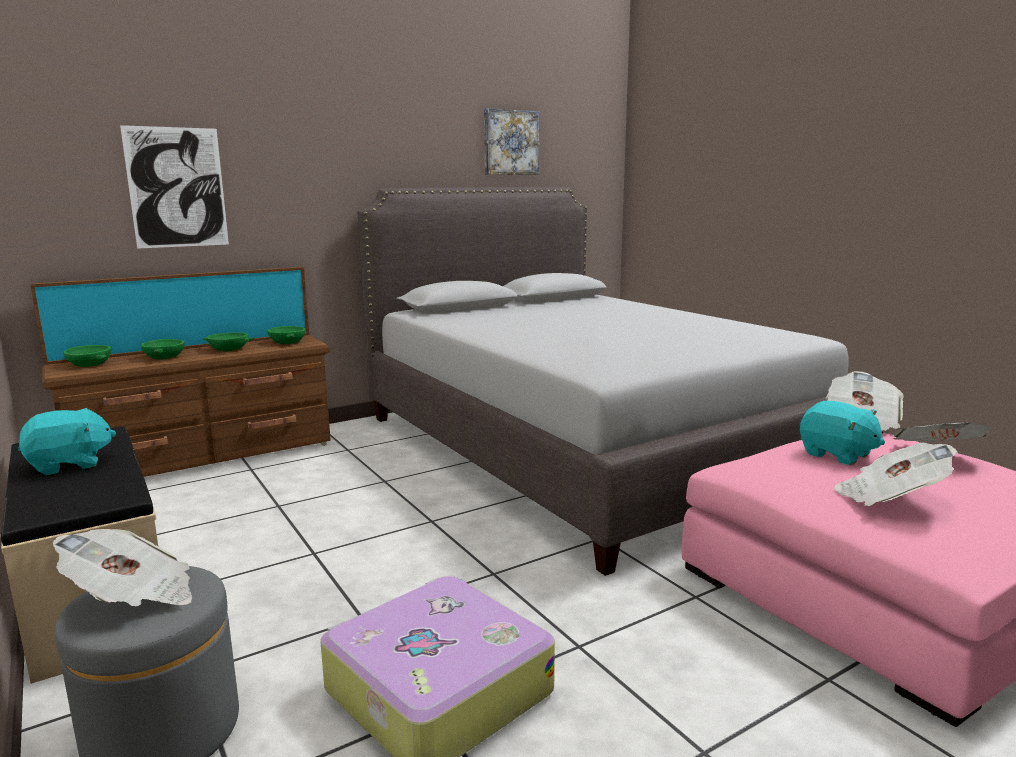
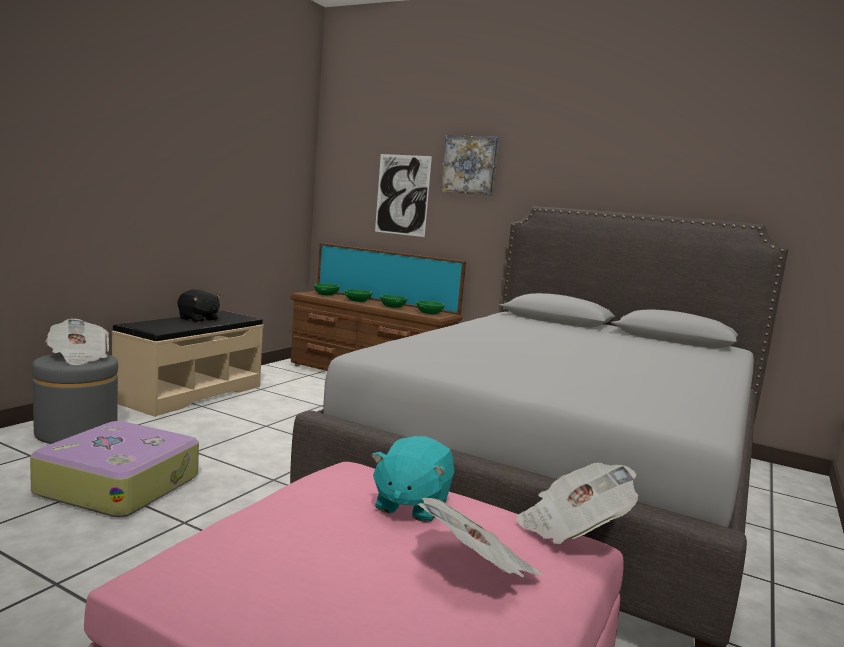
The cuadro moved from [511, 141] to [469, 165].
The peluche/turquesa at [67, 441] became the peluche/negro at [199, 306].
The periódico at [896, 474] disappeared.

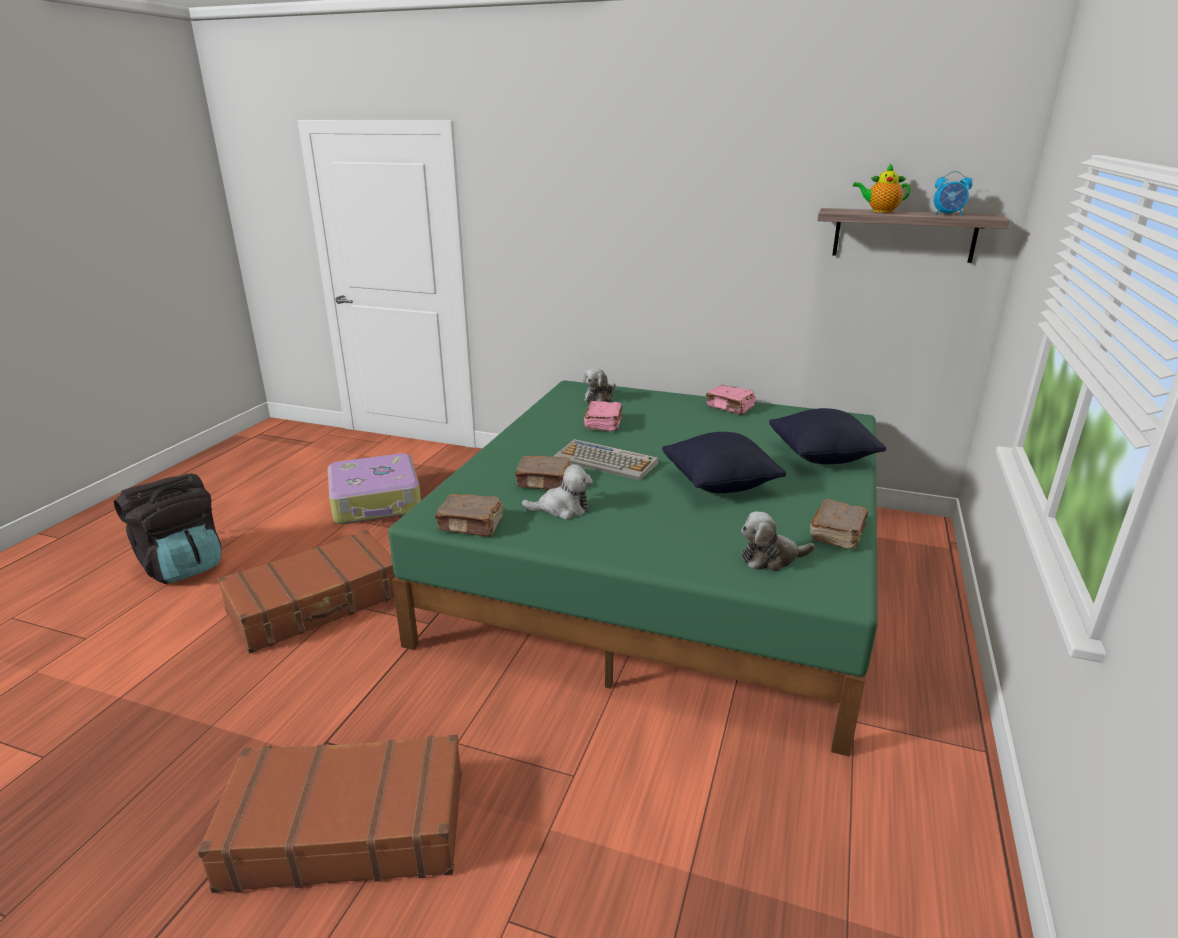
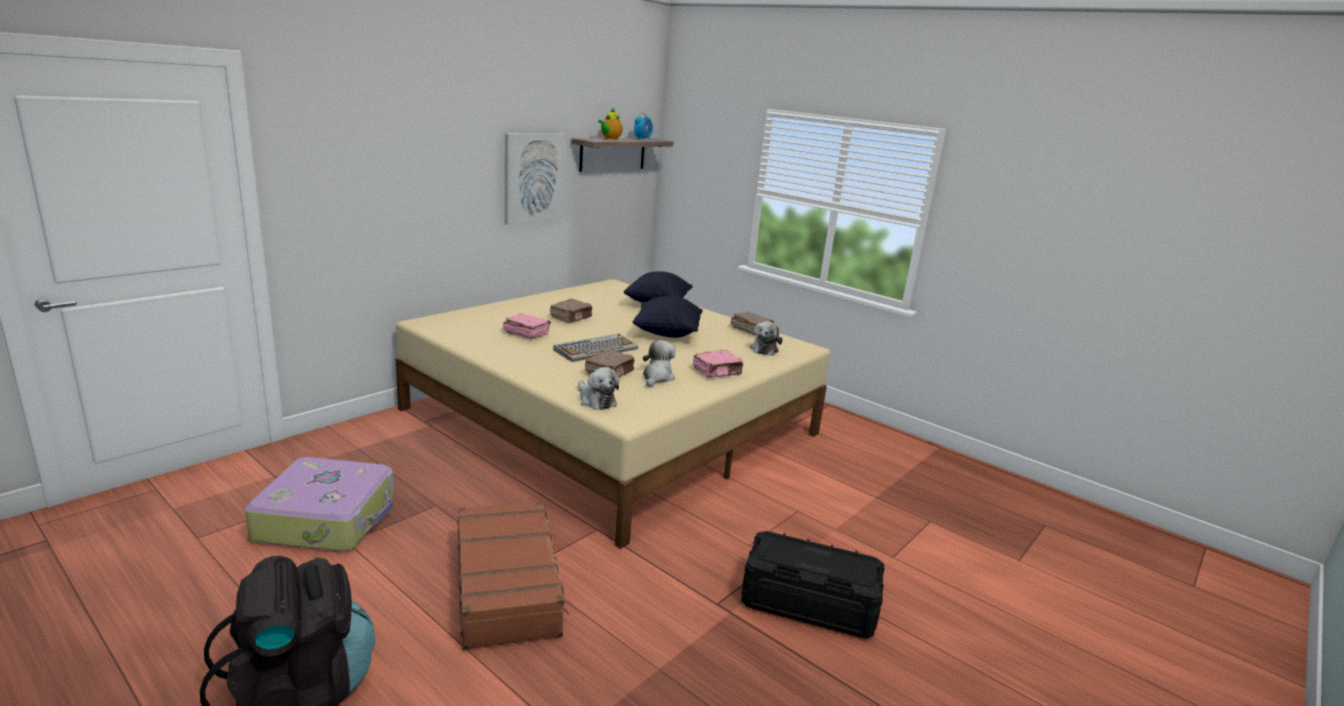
The peluche moved from [599, 385] to [598, 388].
The cama/verde at [633, 569] became the cama/beis at [613, 414].
The libro/rosa moved from [731, 400] to [718, 364].
The libro/marrón moved from [469, 515] to [571, 311].
The maleta/marrón at [329, 814] was replaced by the caja de almacenaje/negro at [812, 585].
The cuadro at [535, 179] appeared.

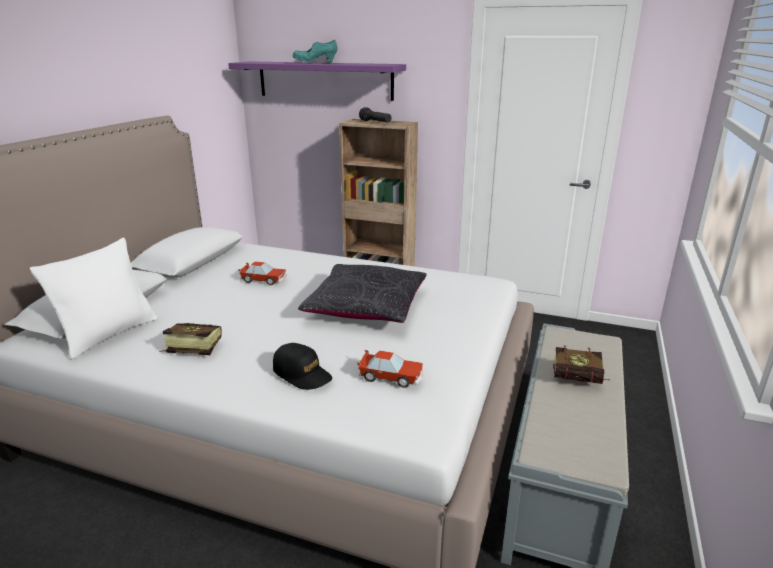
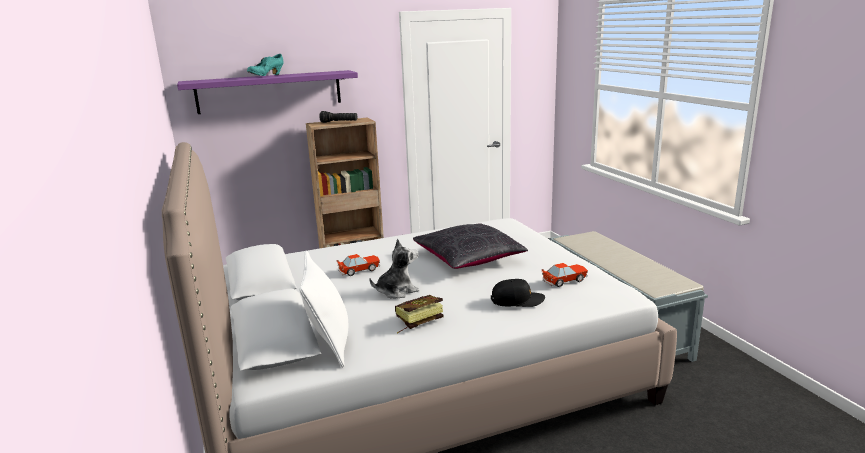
The libro at [582, 364] disappeared.
The peluche at [394, 269] appeared.

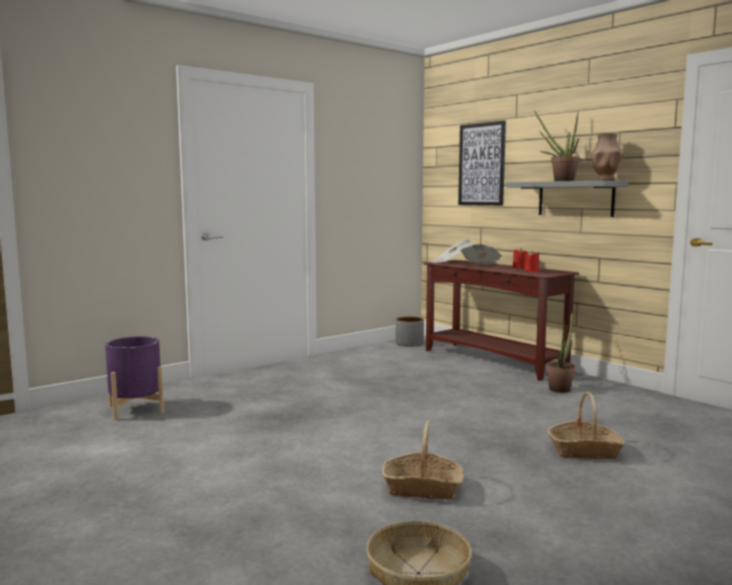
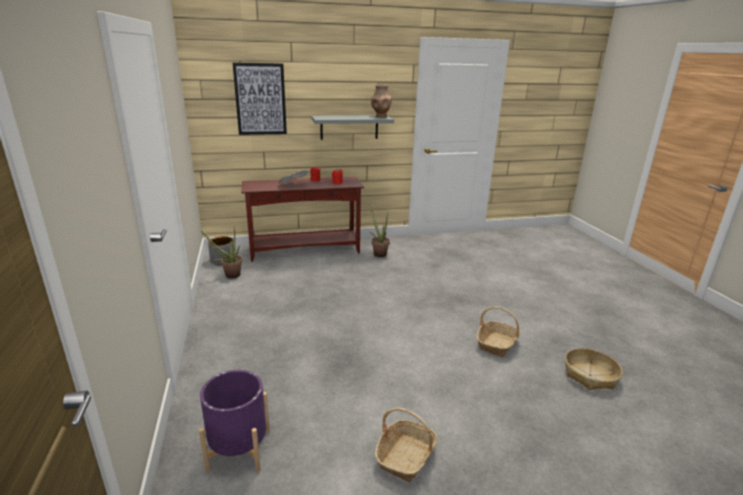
The planta en maceta moved from [557, 146] to [221, 251].
The periódico at [452, 251] disappeared.
The cesta moved from [586, 425] to [406, 444].

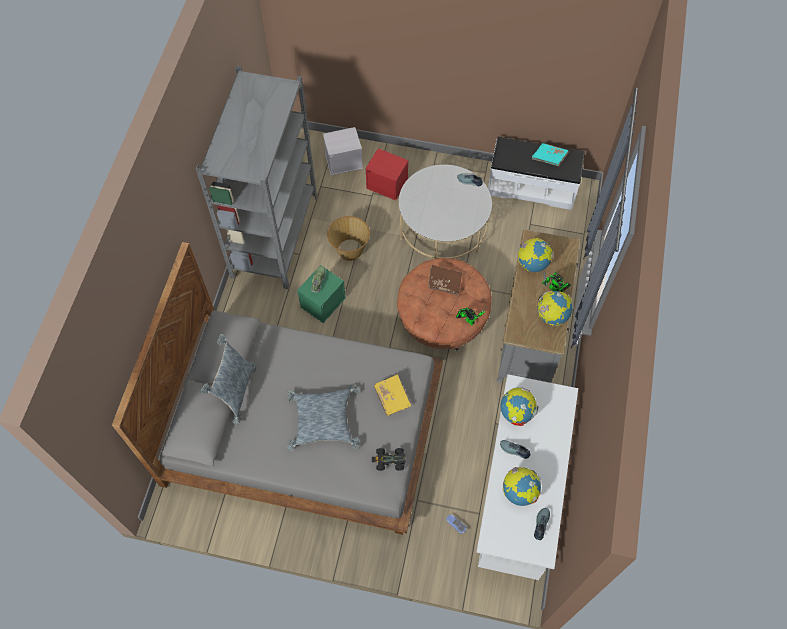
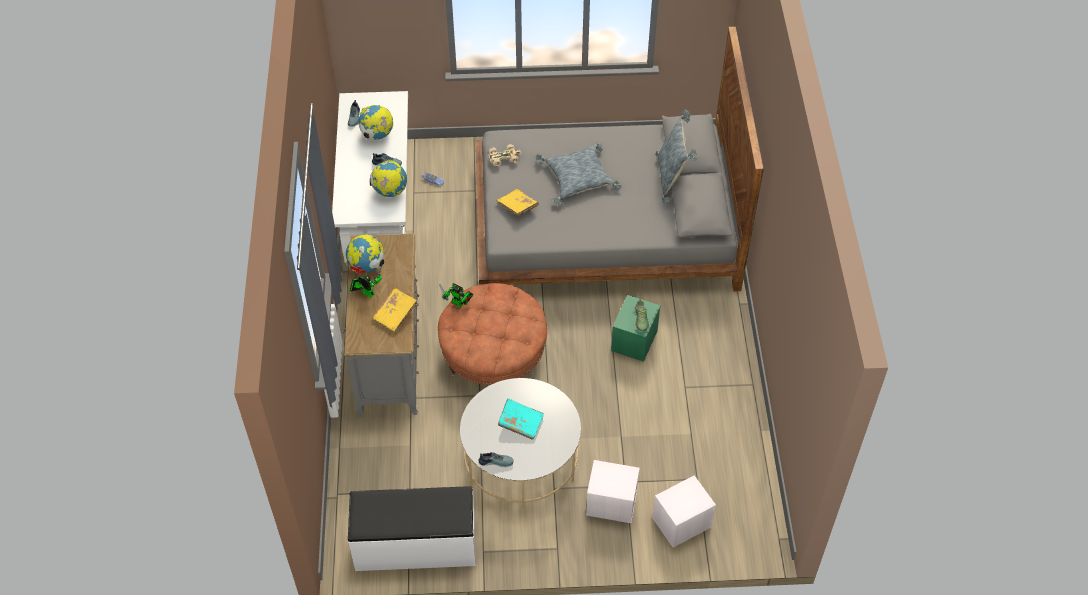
The estantería/gris at [256, 177] disappeared.
The libro/turquesa moved from [550, 155] to [521, 419].
The caja de almacenaje/rojo at [386, 174] became the caja de almacenaje/blanco at [613, 491].
The cesta at [348, 238] disappeared.
The globo terráqueo at [535, 255] was replaced by the libro/amarillo at [395, 310].
The libro/marrón at [445, 280] disappeared.
The coche de juguete/negro at [388, 459] became the coche de juguete/beis at [505, 155].

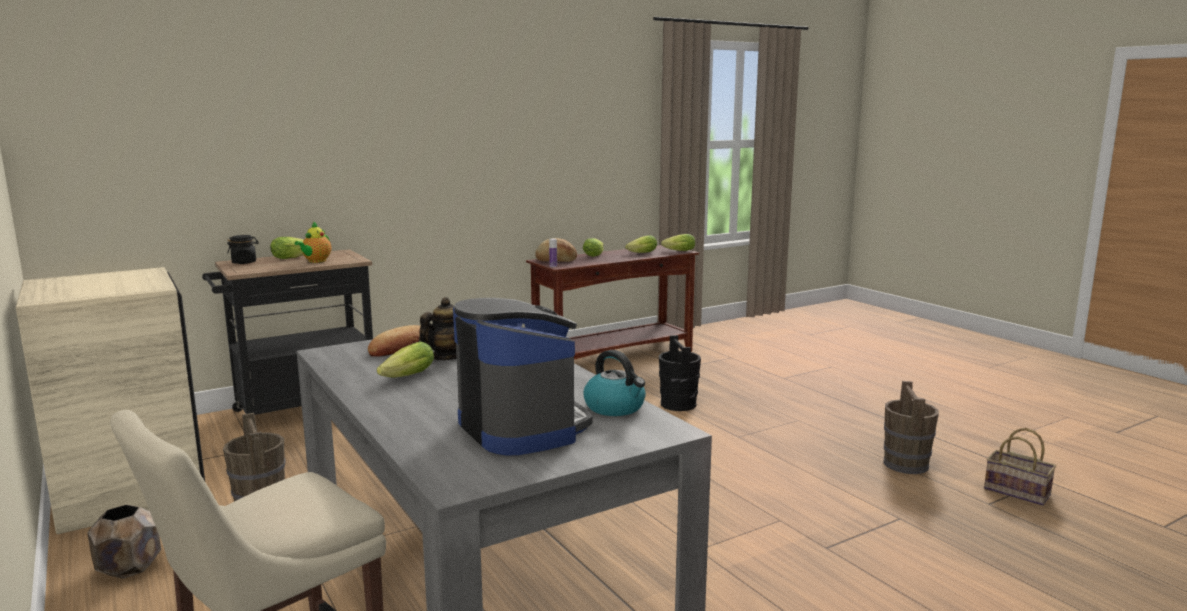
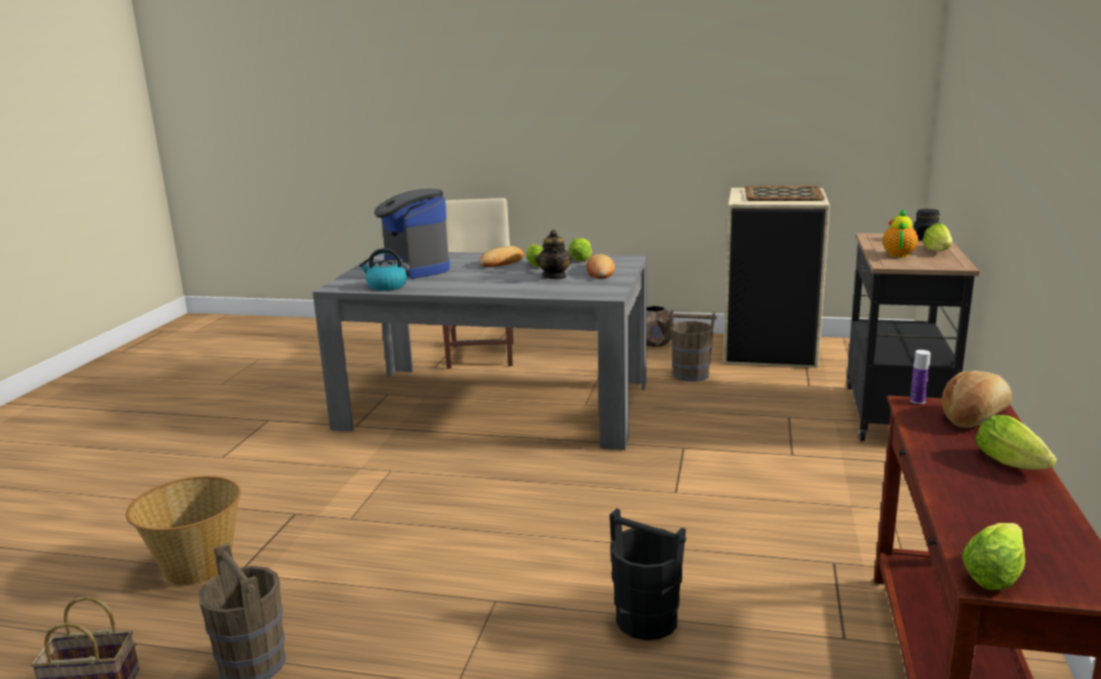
The tetera at [312, 242] turned 45 degrees clockwise.
The lechuga moved from [641, 244] to [580, 250].
The cafetera at [522, 376] turned 45 degrees clockwise.
The bandeja at [785, 193] appeared.
The pan at [501, 256] appeared.
The cesta at [183, 531] appeared.

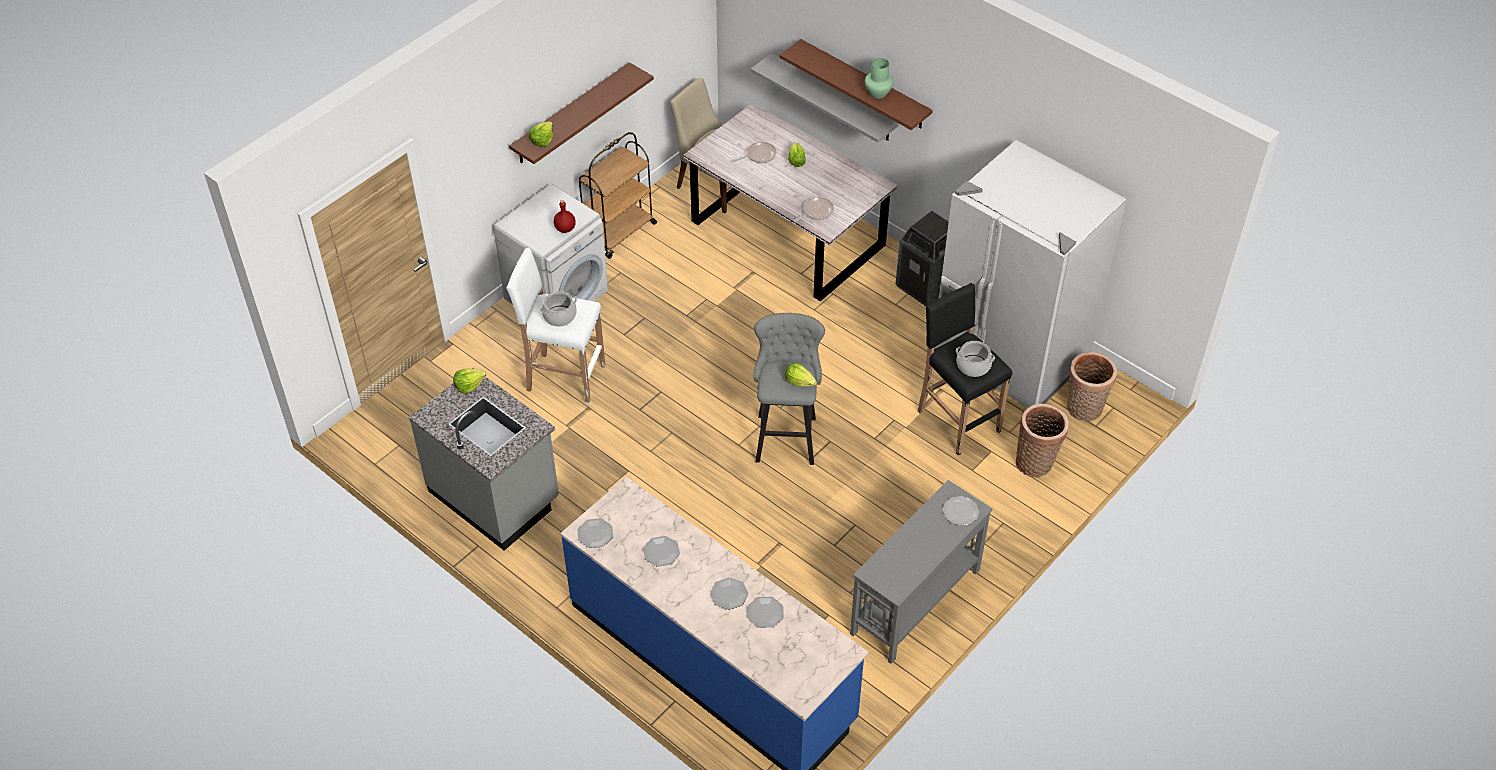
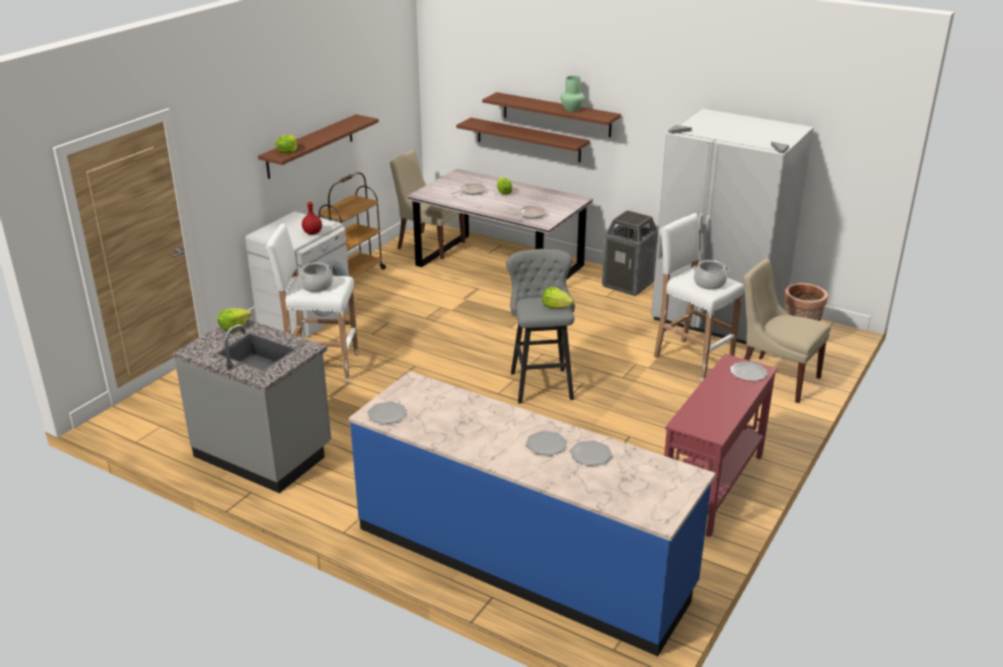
The estante/gris at [825, 98] became the estante/marrón at [523, 140].
The taburete/negro at [965, 369] became the taburete/blanco at [699, 296].
The cesta at [1042, 440] was replaced by the silla/beis at [787, 331].
The mesa consola/gris at [921, 572] became the mesa consola/rojo at [720, 445].
The plato at [661, 551] disappeared.

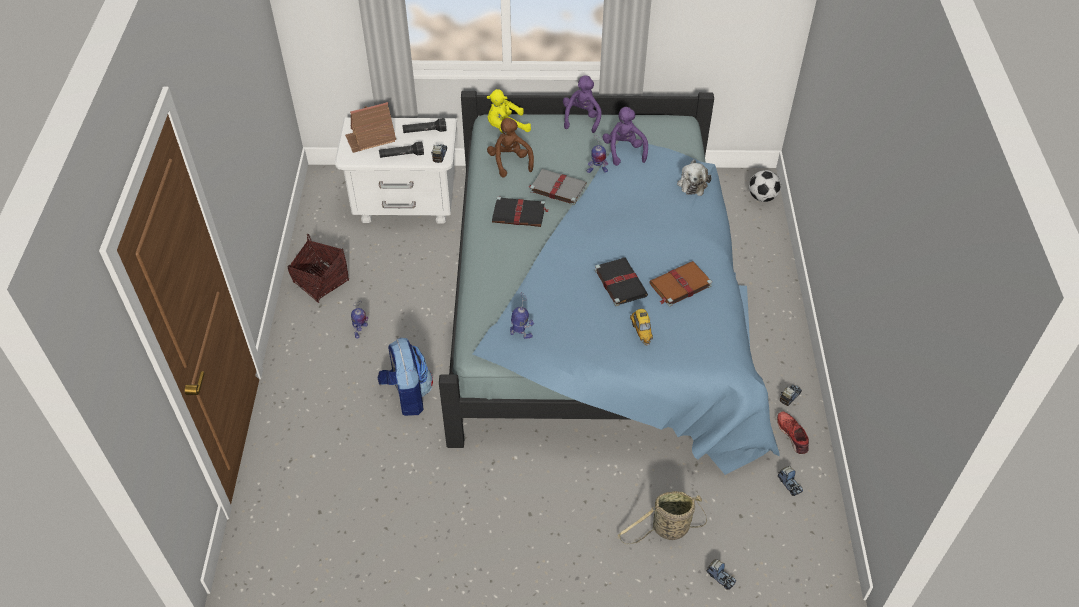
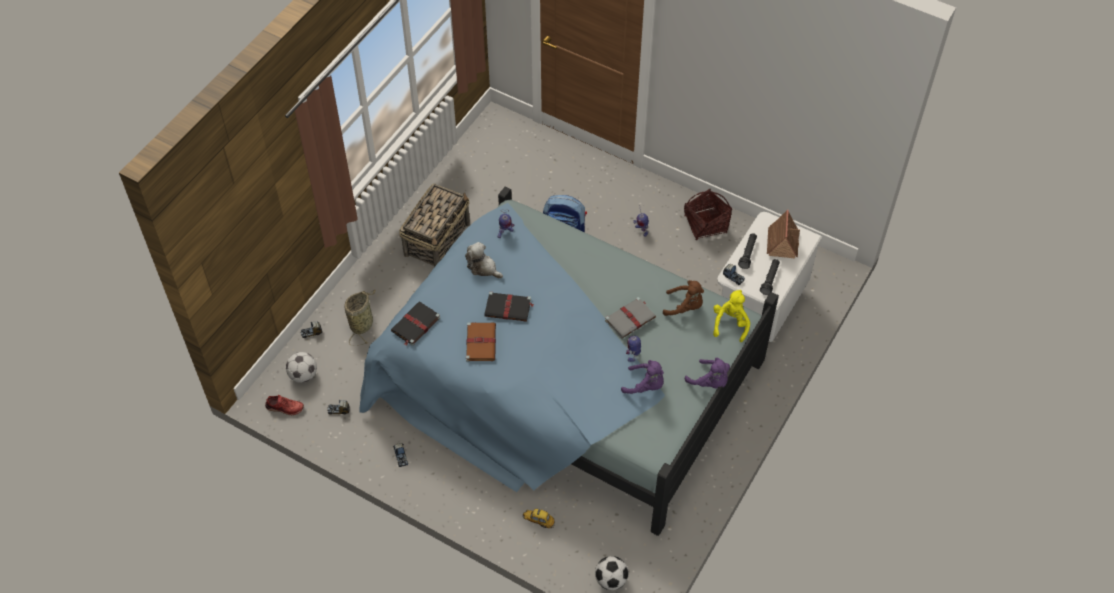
The peluche moved from [694, 177] to [484, 260].
The libro/negro moved from [520, 212] to [415, 324].
The coche de juguete moved from [641, 327] to [538, 519].
The zapato/rojo moved from [793, 433] to [284, 405].
The cesta at [434, 225] appeared.
The balón de fútbol at [301, 367] appeared.

